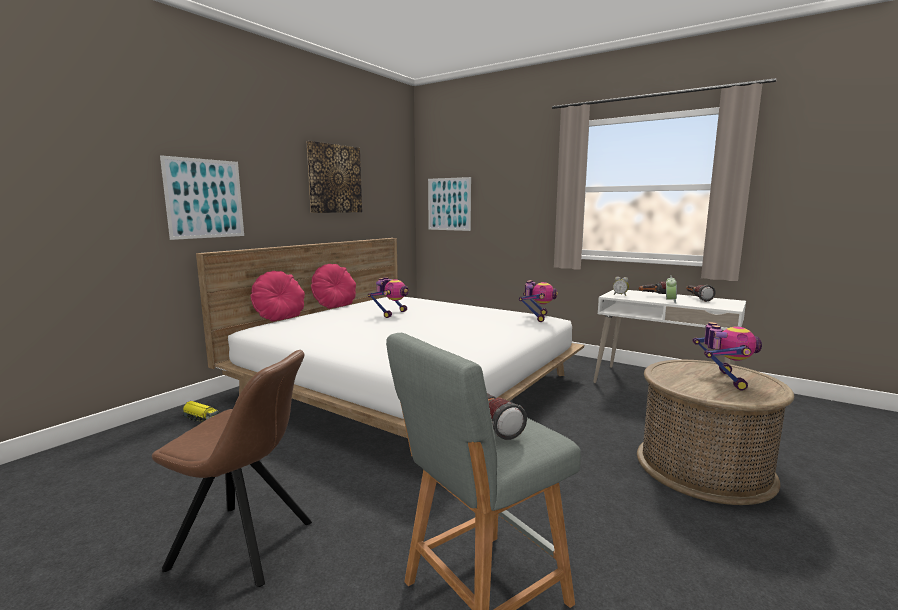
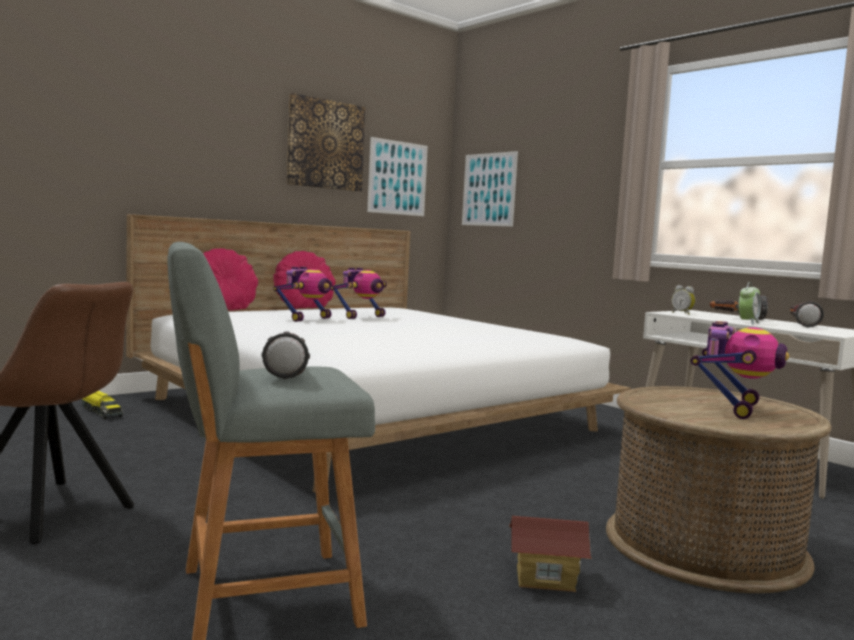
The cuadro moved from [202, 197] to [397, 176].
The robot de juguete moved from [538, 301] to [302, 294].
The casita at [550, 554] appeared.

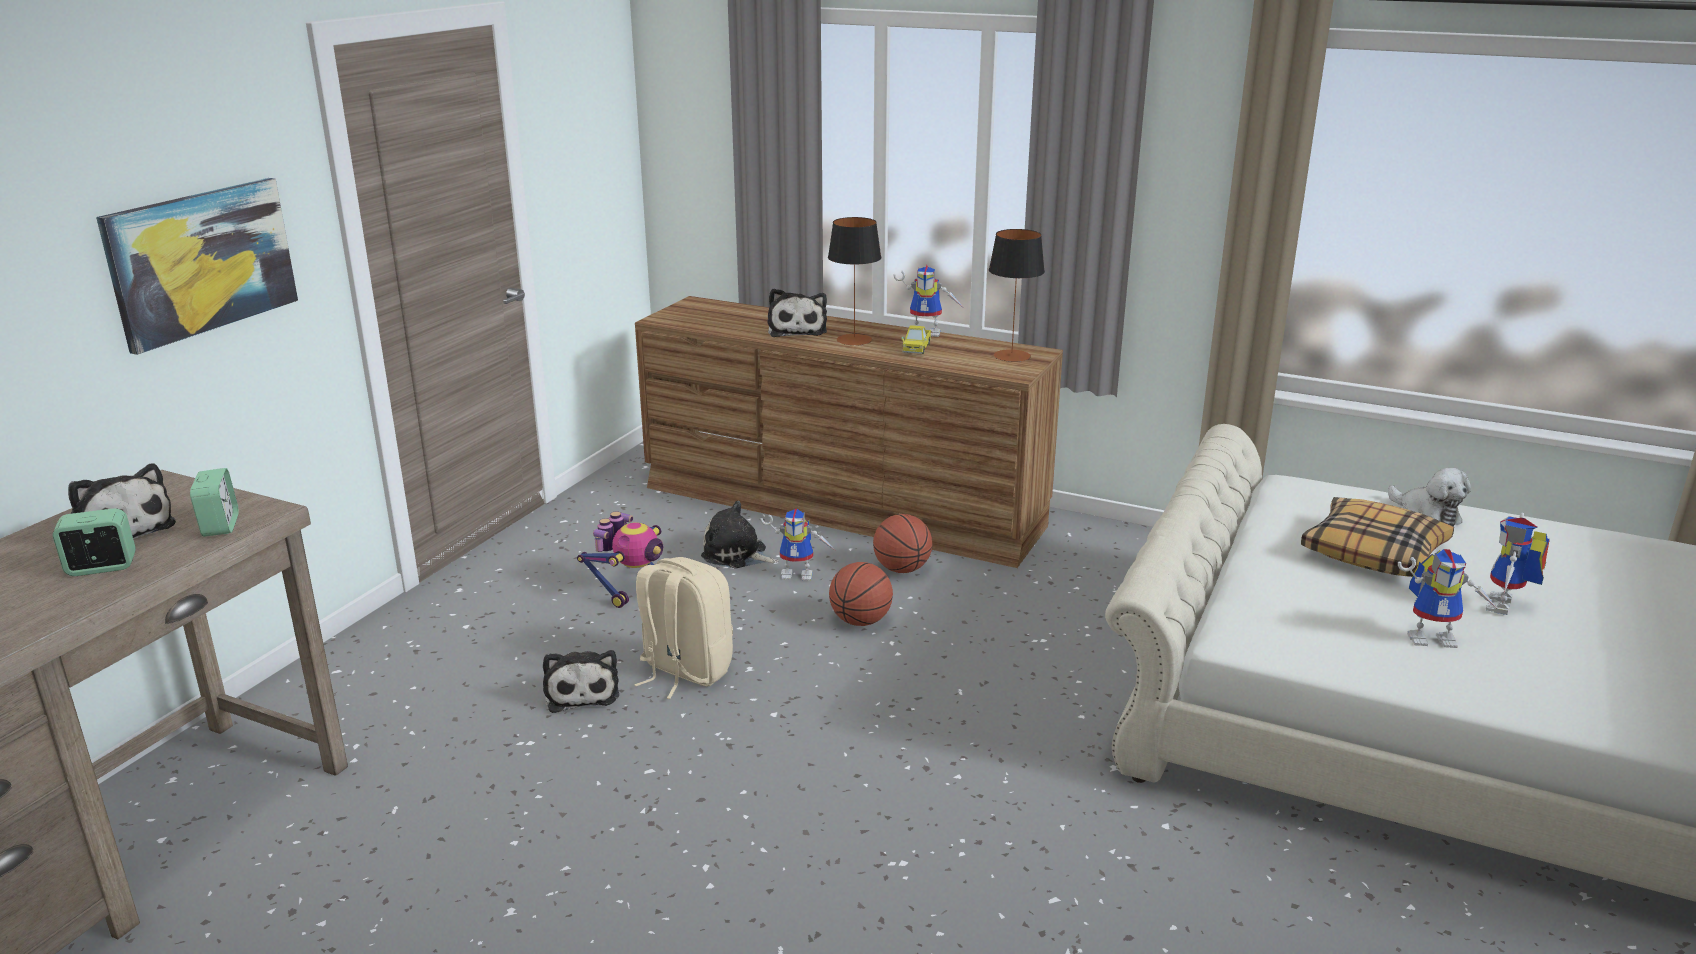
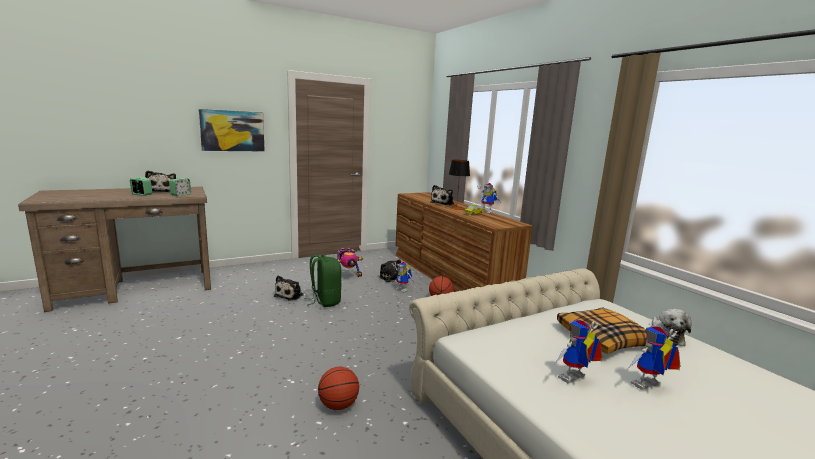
The lámpara de mesa at [1017, 295] disappeared.
The robot de juguete at [1447, 598] turned 105 degrees clockwise.
The mochila/beis at [683, 628] became the mochila/verde at [323, 281].
The balón de baloncesto moved from [861, 594] to [338, 388].

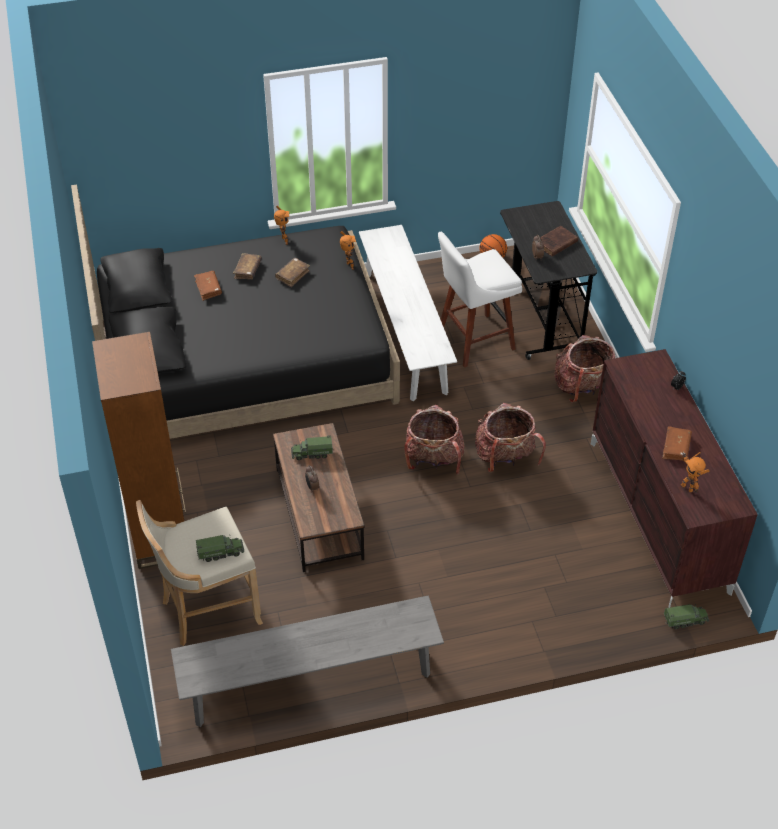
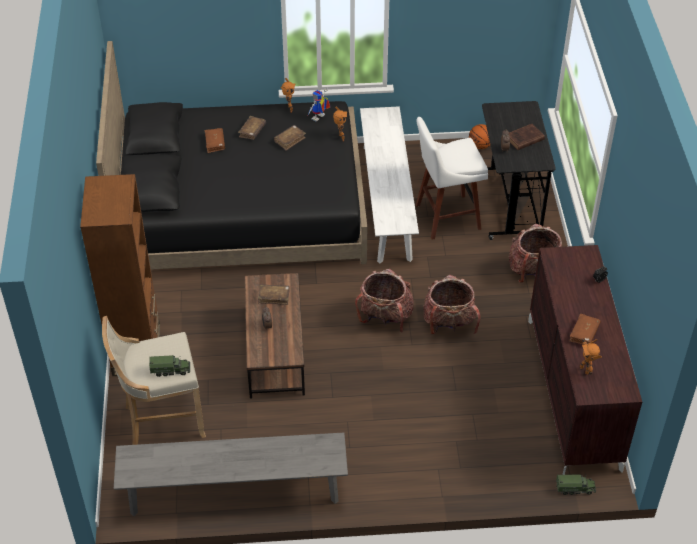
The camión de juguete at [312, 447] was replaced by the libro/marrón at [274, 294].
The robot de juguete at [319, 105] appeared.

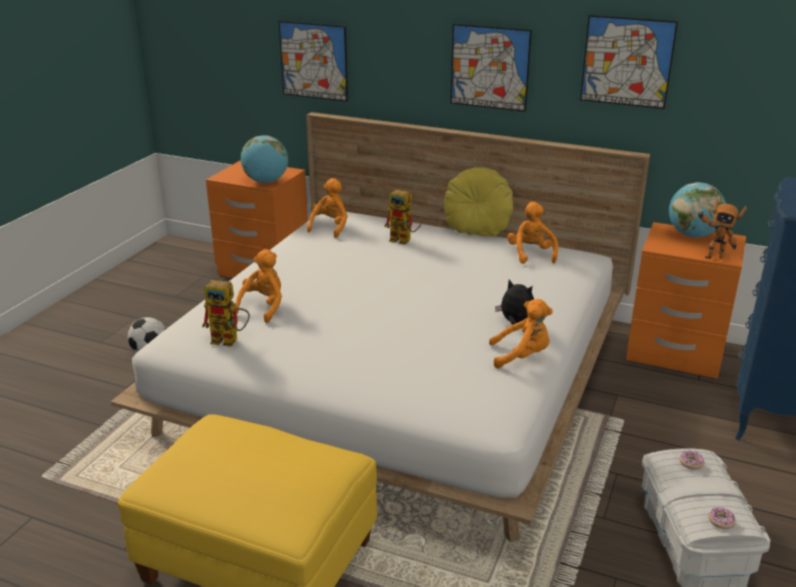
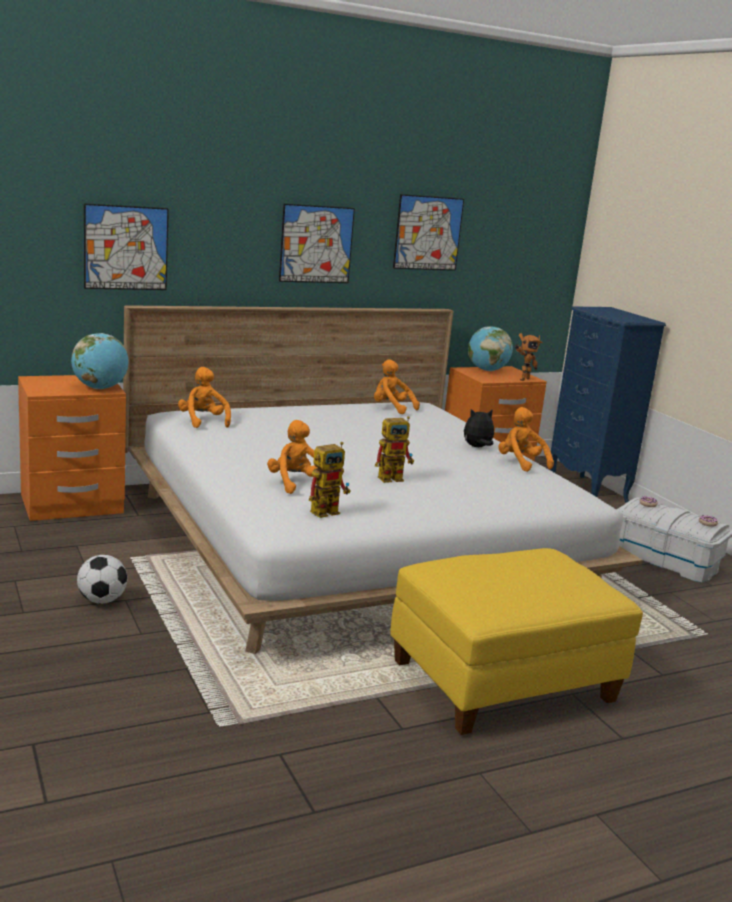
The cojín/amarillo at [478, 201] disappeared.
The robot de juguete moved from [403, 217] to [394, 449].
The peluche/naranja at [521, 334] turned 75 degrees counterclockwise.

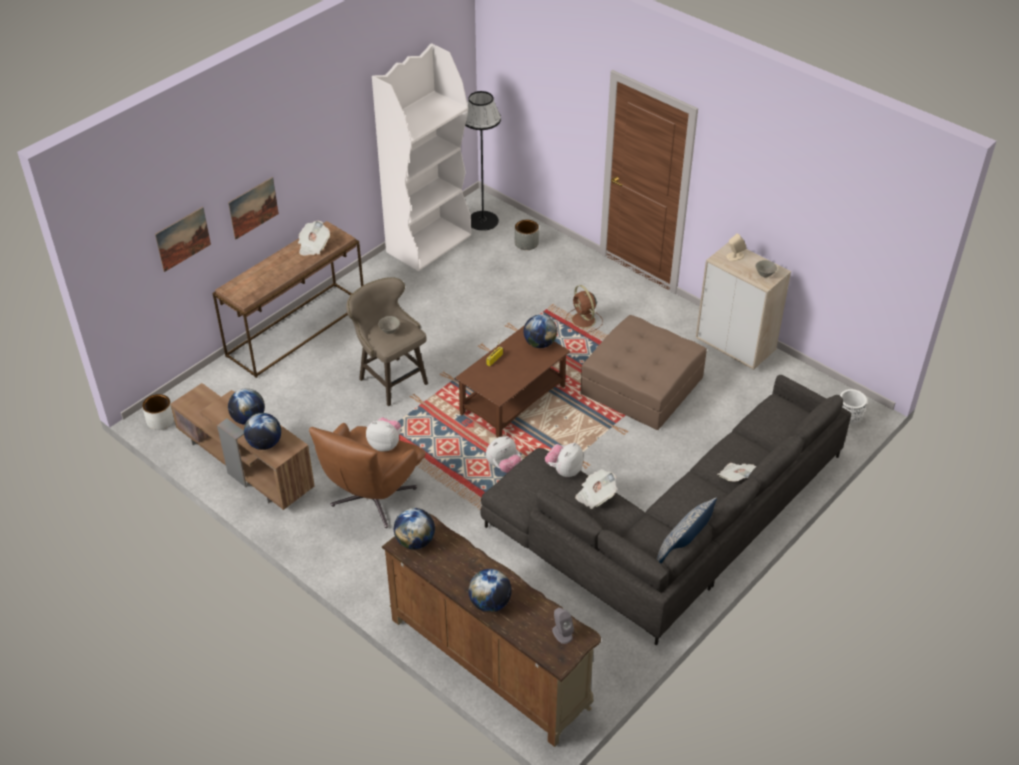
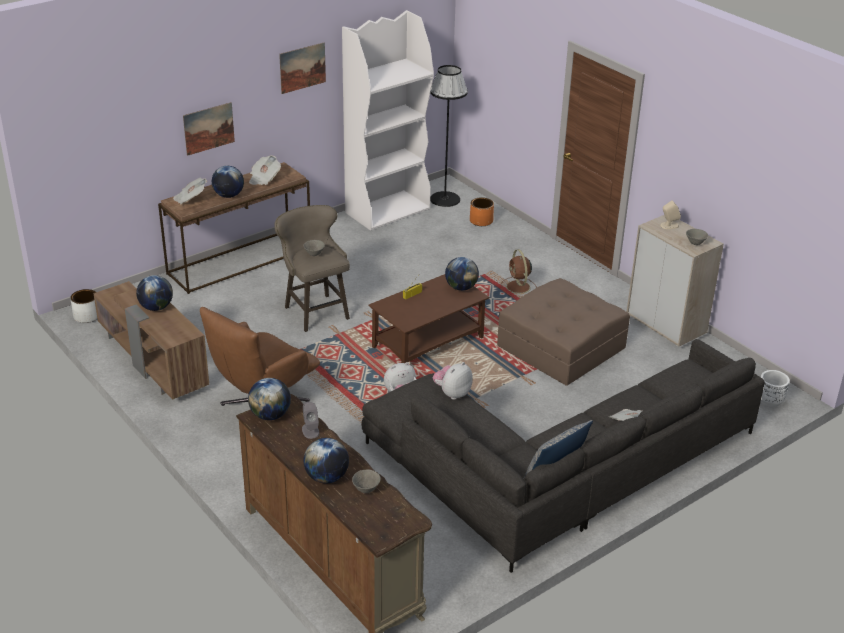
The cuadro moved from [183, 239] to [302, 68].
The maceta/gris at [527, 235] became the maceta/naranja at [482, 211].
The globo terráqueo moved from [262, 431] to [228, 182].
The peluche at [383, 435] disappeared.
The periódico moved from [596, 489] to [190, 191].
The altavoz/gris moved from [563, 626] to [310, 420].
The cuenco/gris at [366, 481] appeared.

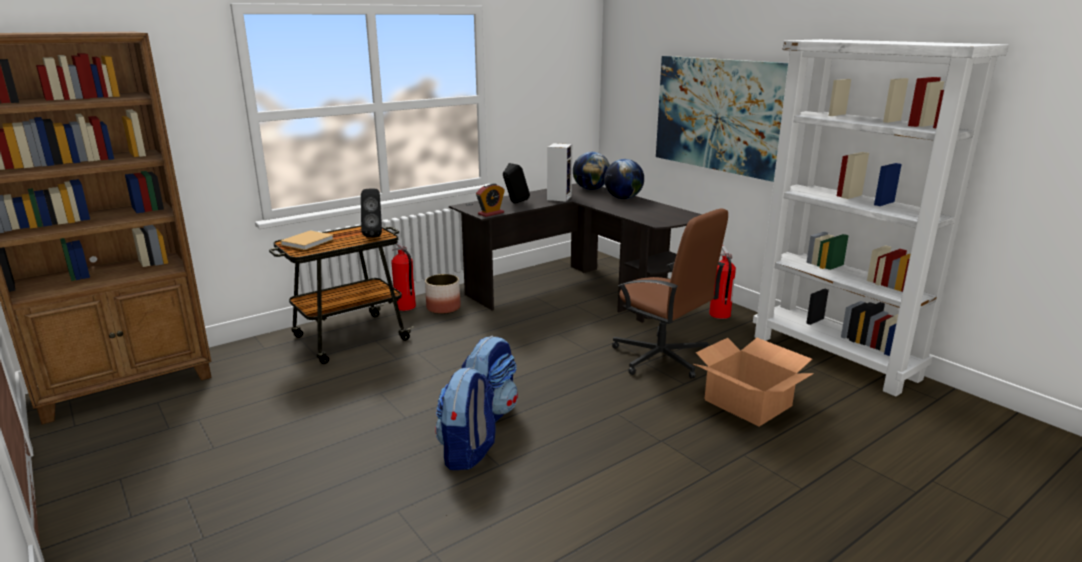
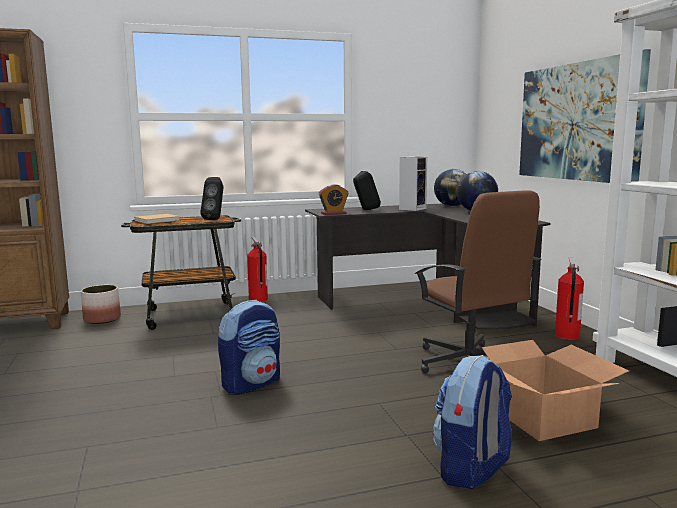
The maceta moved from [443, 294] to [101, 304].
The mochila moved from [465, 418] to [472, 422].

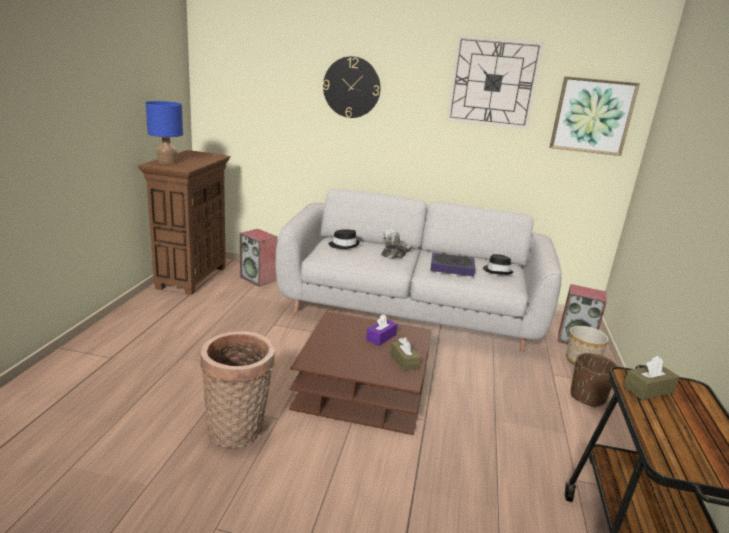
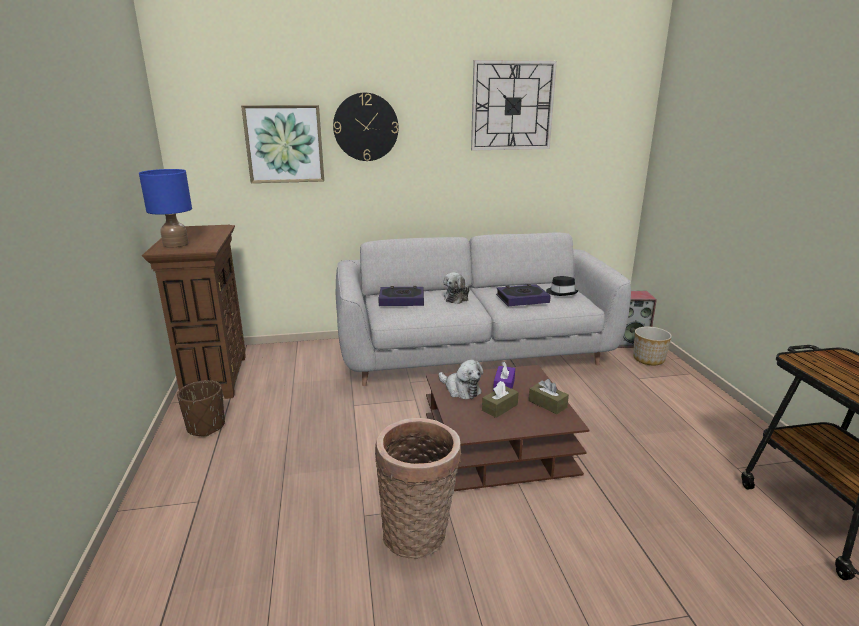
The cuadro moved from [595, 116] to [282, 144].
The altavoz at [259, 258] disappeared.
The sombrero/negro at [344, 239] was replaced by the libro at [401, 296].
The maceta/marrón moved from [594, 380] to [201, 408].
The caja de pañuelos/marrón moved from [651, 378] to [500, 399].
The peluche at [461, 379] appeared.

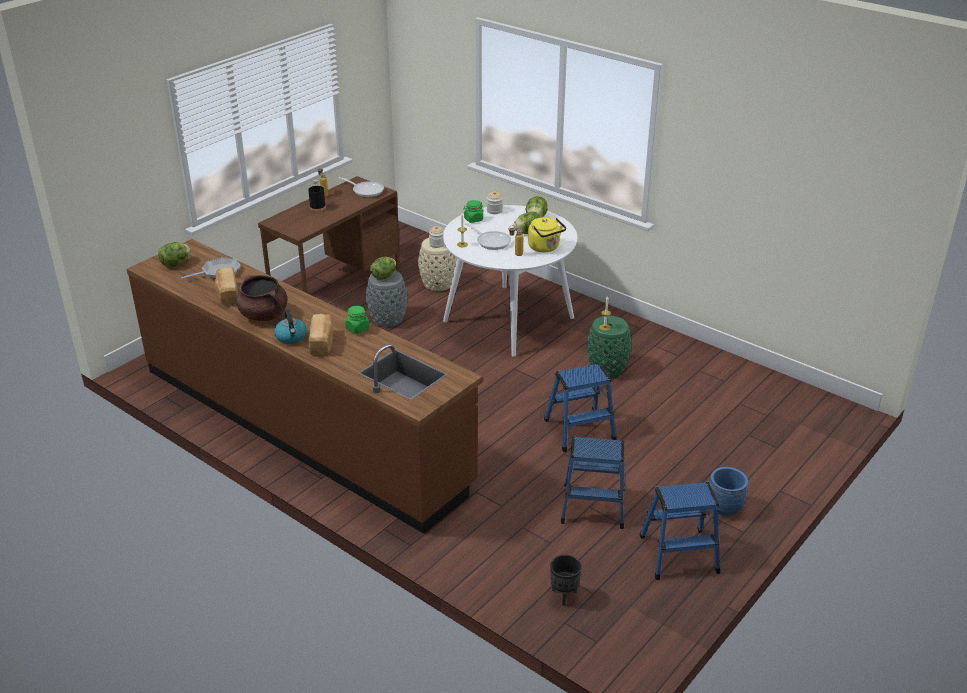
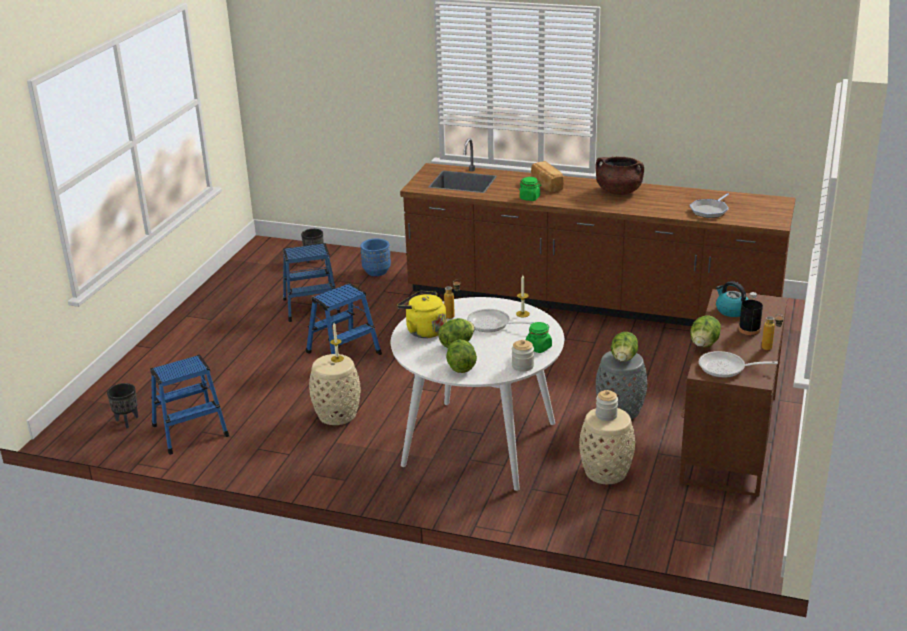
The lechuga moved from [174, 254] to [705, 331].
The pan at [226, 286] disappeared.
The hervidor moved from [290, 326] to [732, 299].
The taburete/verde at [609, 346] became the taburete/beis at [335, 389].
The maceta/azul moved from [728, 491] to [376, 257].
The escalera de tijera/azul moved from [679, 531] to [189, 405].
The maceta/negro at [122, 406] appeared.

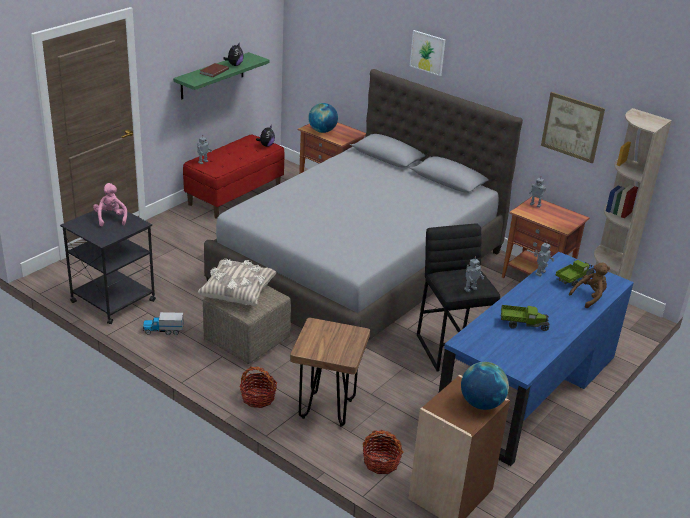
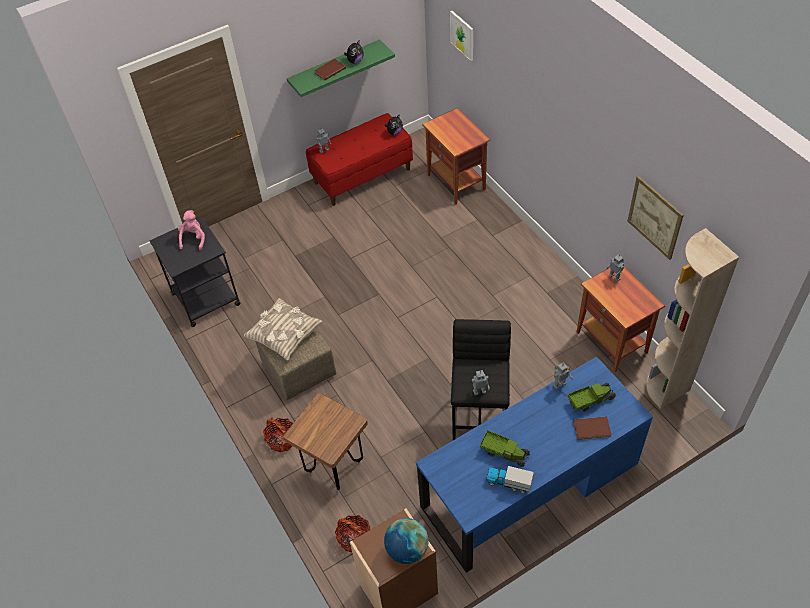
The cuadro moved from [428, 53] to [461, 36].
The cama/gris at [363, 205] disappeared.
The globo terráqueo at [323, 118] disappeared.
The peluche/marrón at [589, 285] was replaced by the libro/marrón at [592, 428].
The camión de juguete moved from [163, 323] to [510, 479].

